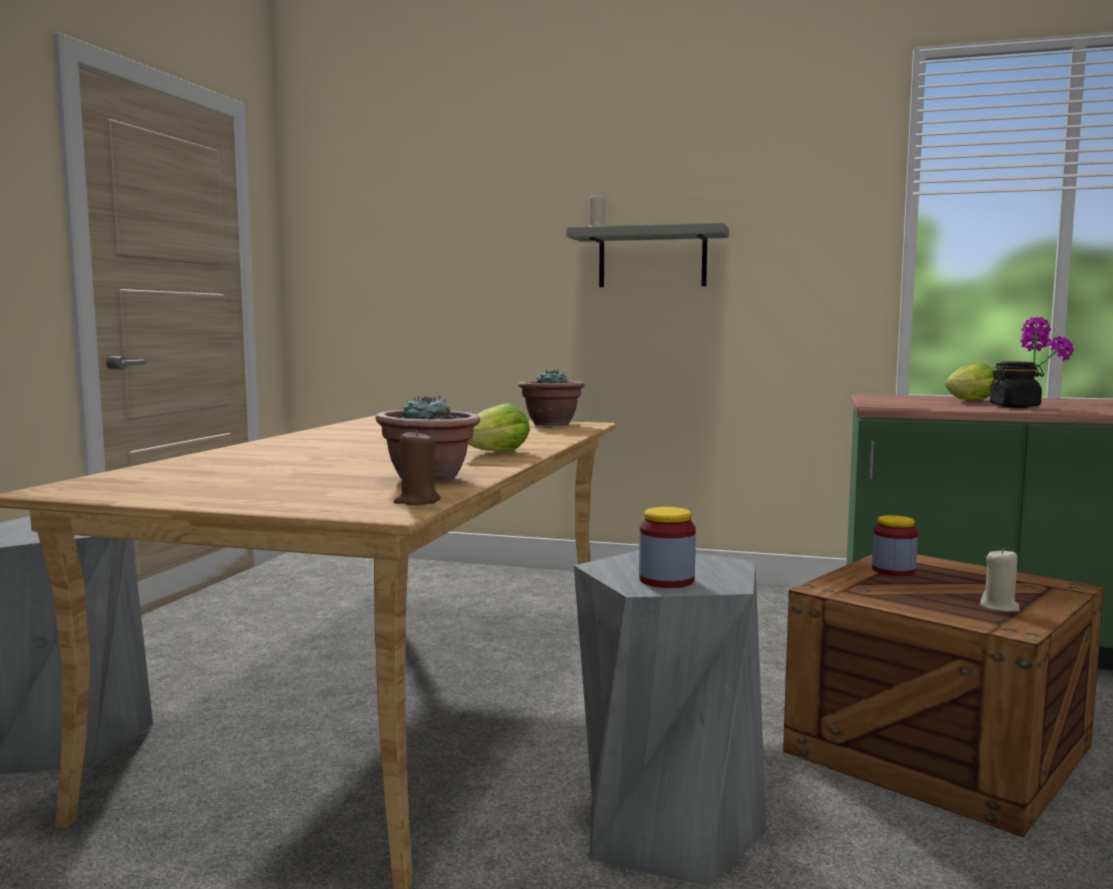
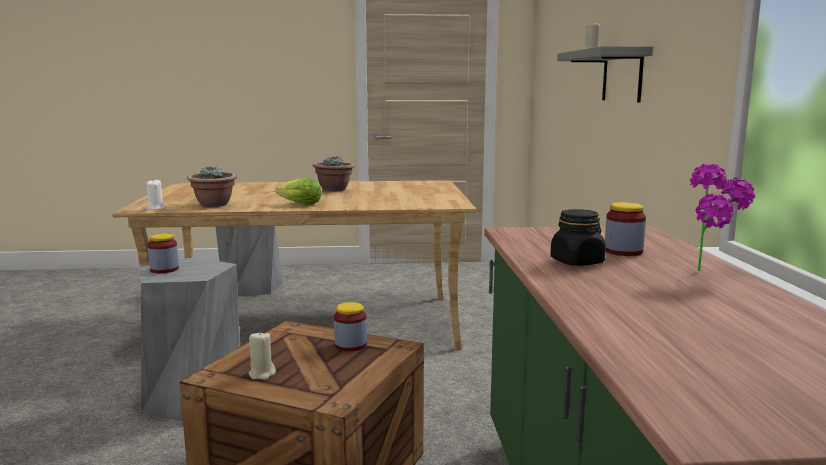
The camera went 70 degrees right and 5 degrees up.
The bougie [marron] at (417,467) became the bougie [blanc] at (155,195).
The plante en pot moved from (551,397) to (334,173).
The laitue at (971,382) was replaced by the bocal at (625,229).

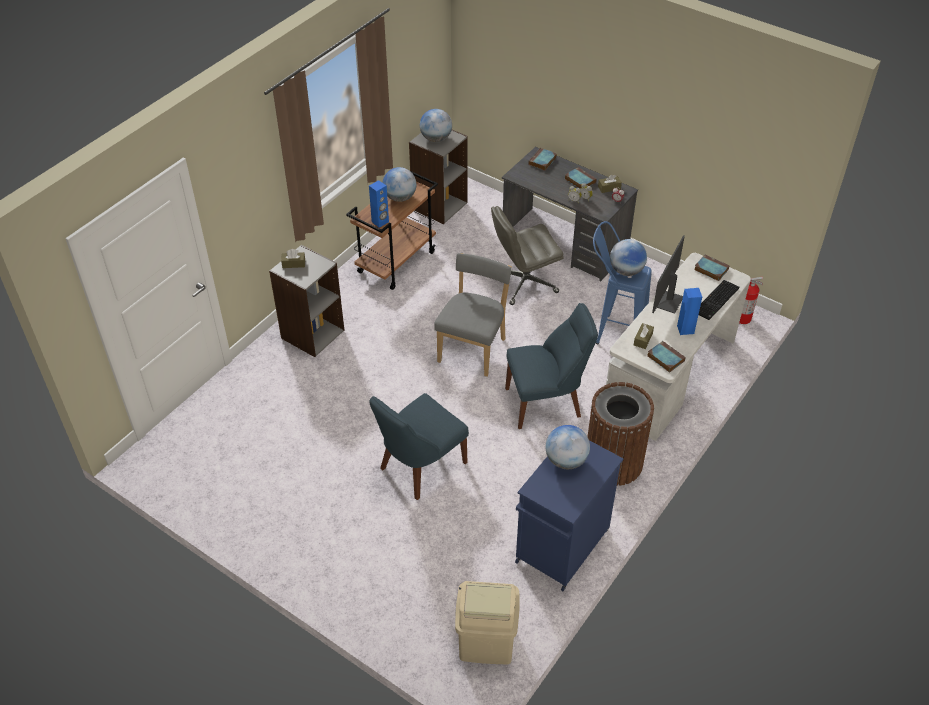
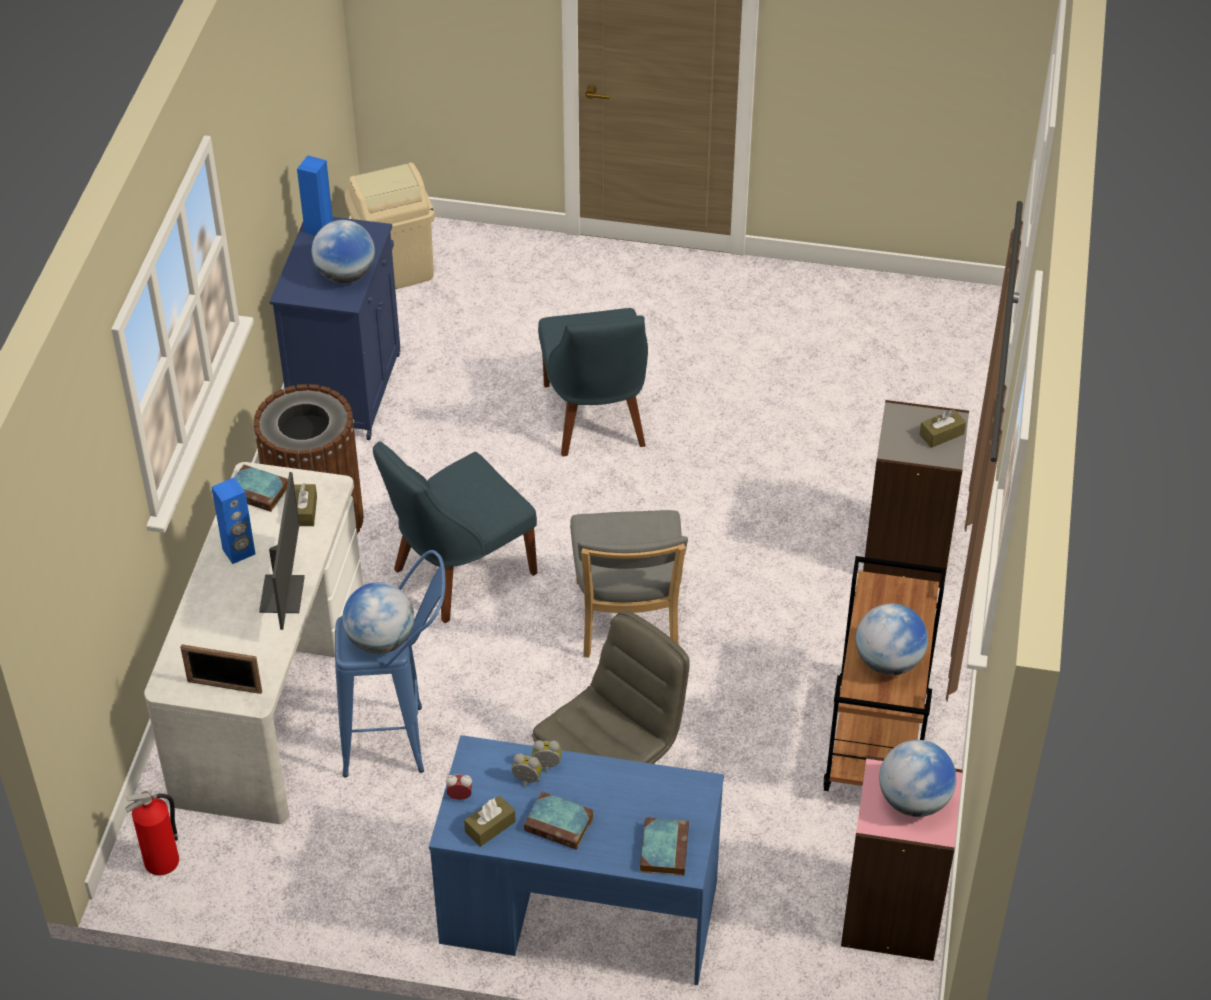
The camera went 155 degrees right and 0 degrees up.
The livre at (712,268) was replaced by the cadre photo at (221,669).
The enceinte [bleu] moved from (379,204) to (315,195).
The bureau [gris] at (570,214) became the bureau [bleu] at (576,860).
The chaise [bleu] at (419,446) turned 150 degrees clockwise.
The bibliothèque [gris] at (438,177) became the bibliothèque [rose] at (902,858).
The clavier at (719,300) disappeared.

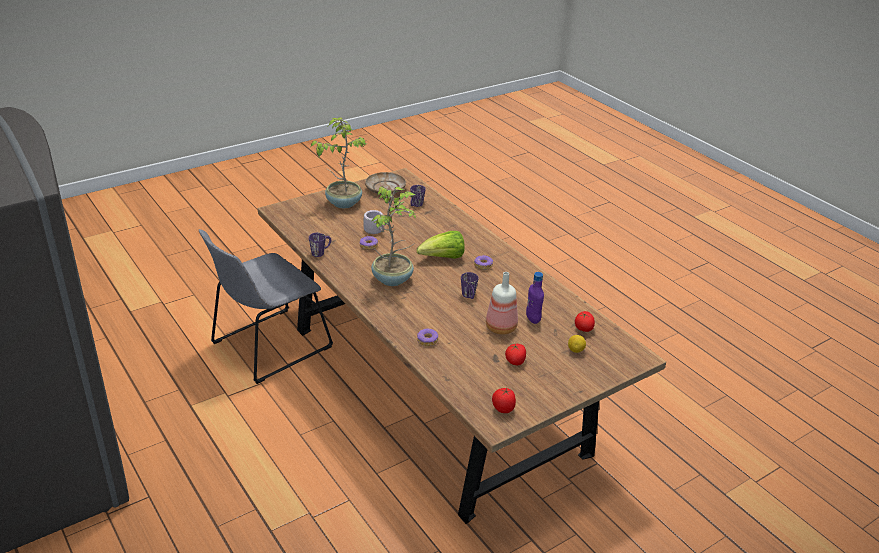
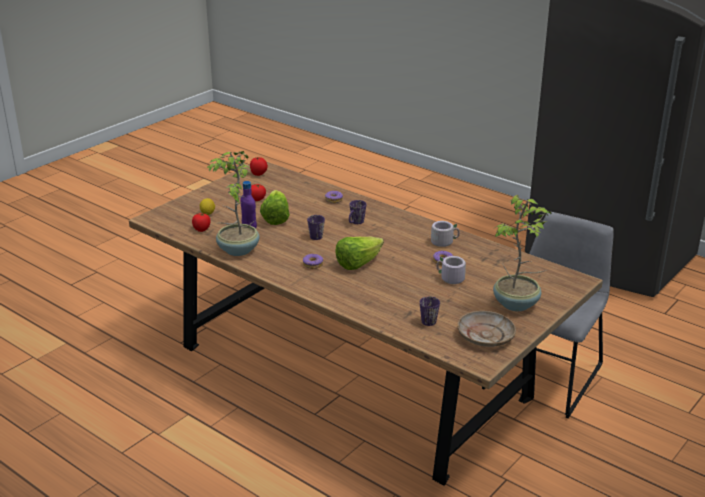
The camera went 165 degrees right and 5 degrees down.
The plante en pot moved from (393,236) to (233,203).
The bouteille at (502,303) was replaced by the laitue at (275,207).
The mug [violet] moved from (320,245) to (357,212).
The mug [gris] at (445,234) appeared.

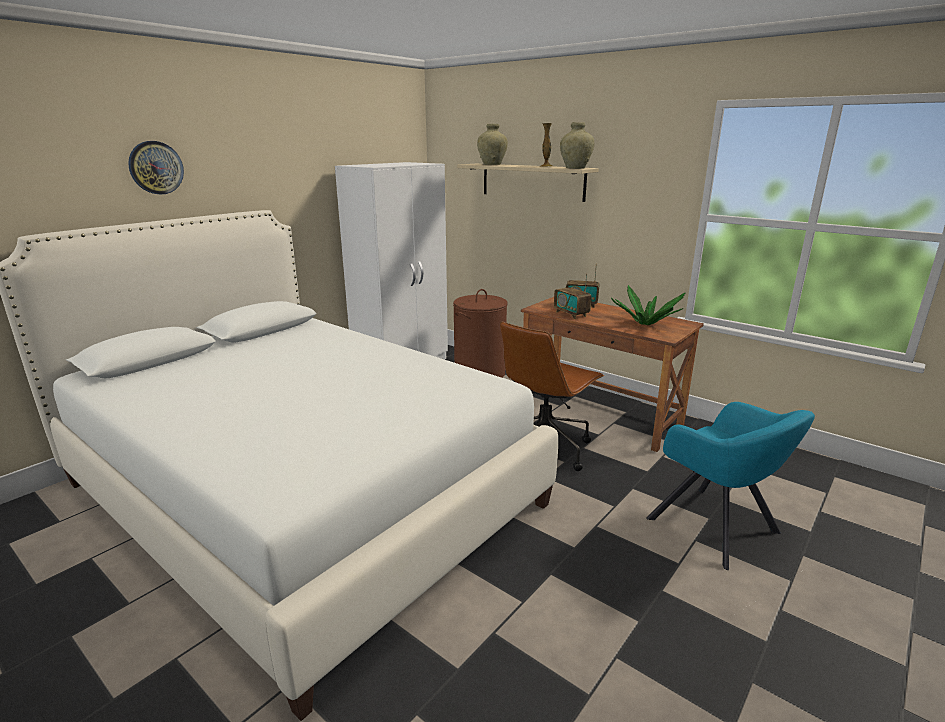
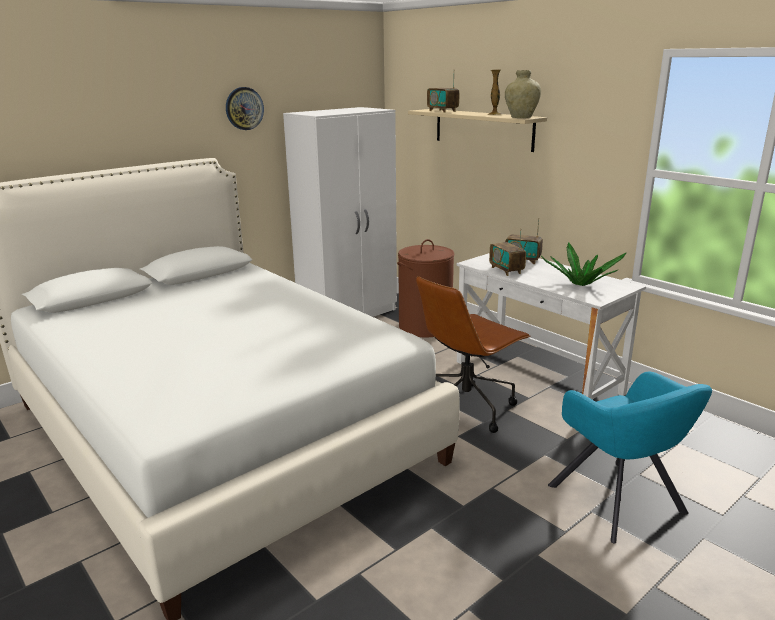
The camera went 10 degrees right and 0 degrees up.
The horloge murale moved from (156,168) to (245,108).
The vase [beige] at (492,144) was replaced by the radio at (443,96).
The bureau [marron] at (612,374) became the bureau [blanc] at (551,326).

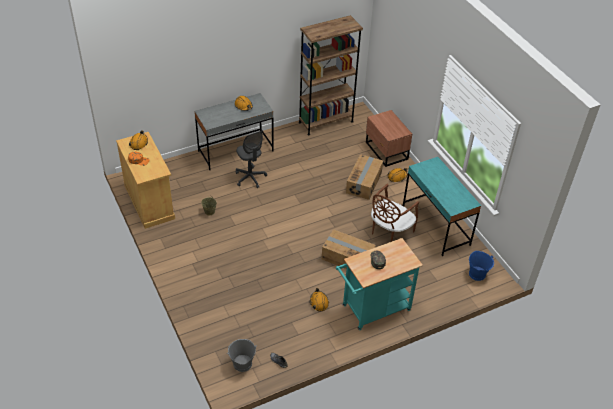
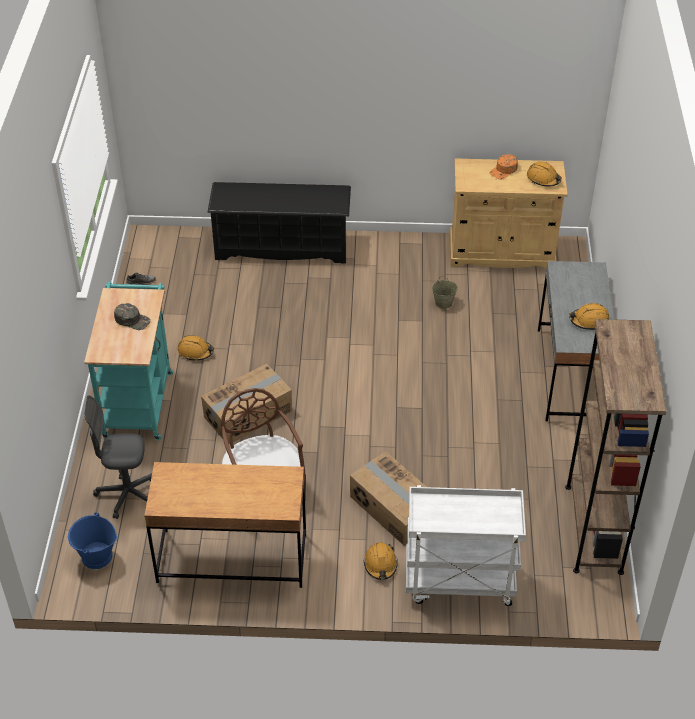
The camera went 120 degrees right and 0 degrees up.
The chaise de bureau [gris] moved from (251,159) to (118,457).
The bureau [turquoise] at (442,206) became the bureau [marron] at (225,525).
The étagère à chaussures [noir] at (279,223) appeared.
The table de chevet [marron] at (389,138) was replaced by the chariot [blanc] at (466,545).
The seau [gris] at (242,355) disappeared.

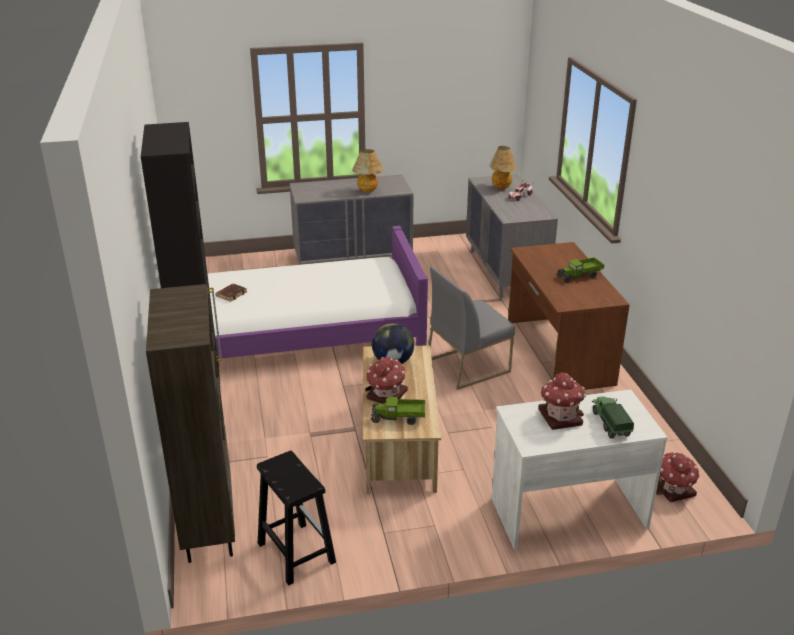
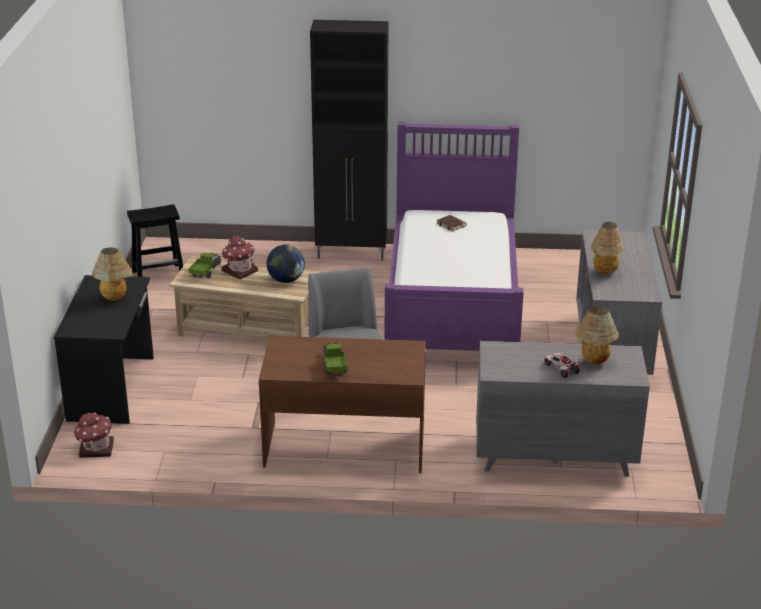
The camera went 105 degrees right and 0 degrees up.
The bureau [blanc] at (579,469) became the bureau [noir] at (104,349).
The maison miniature at (562,401) was replaced by the lampe de table at (112,274).
The bibliothèque [marron] at (190,423) disappeared.
The camion jouet at (613,417) disappeared.

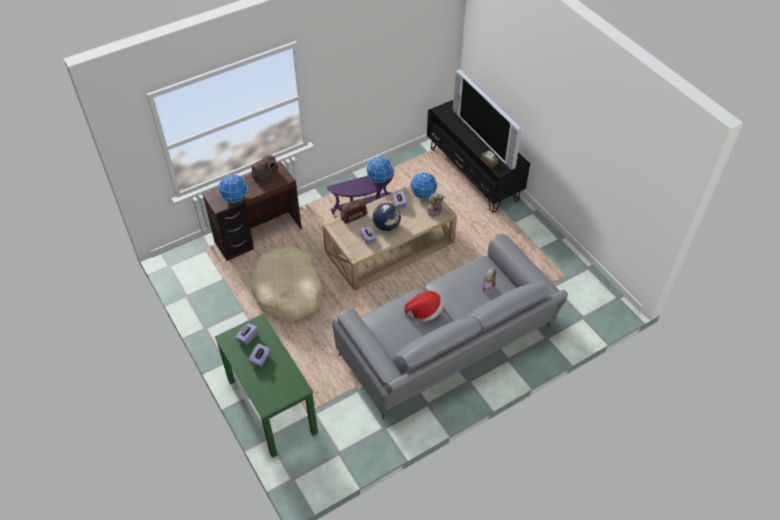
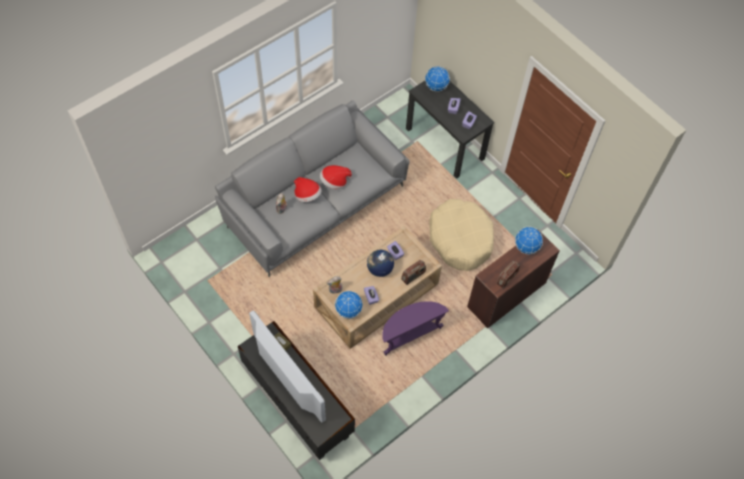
The camera went 170 degrees right and 10 degrees up.
The chapeau at (308,189) appeared.
The bureau [vert] at (266,386) became the bureau [noir] at (450,130).
The globe moved from (379,169) to (437,78).

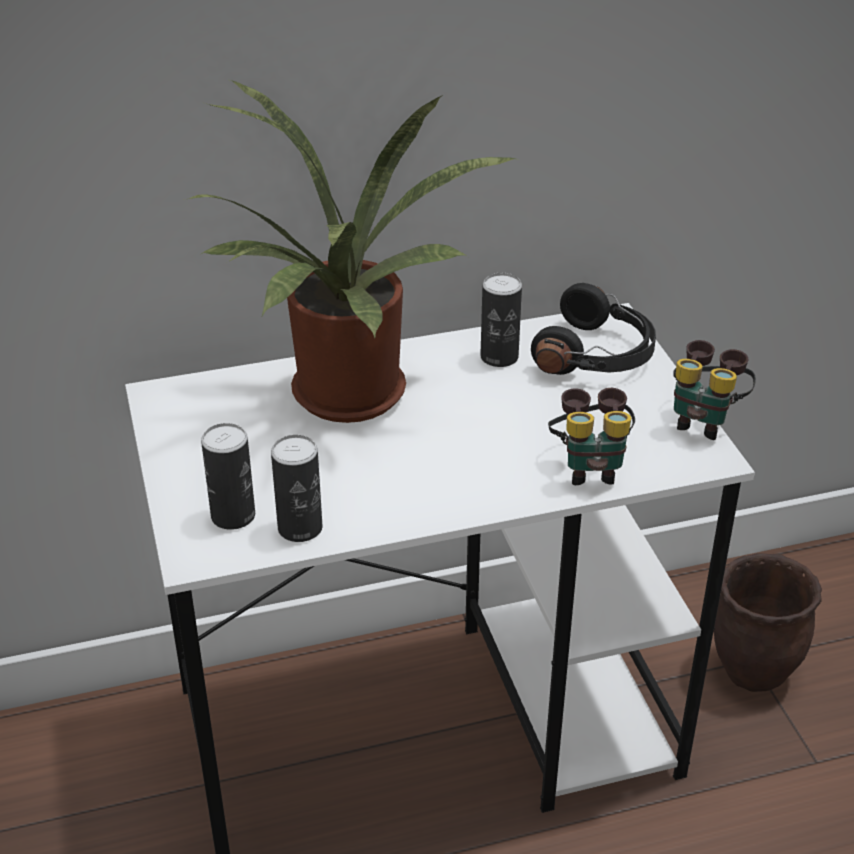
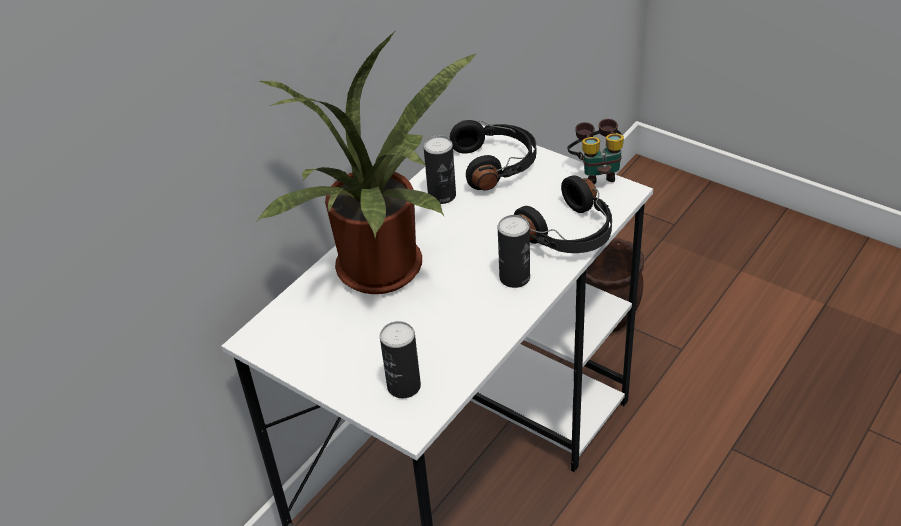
The camera went 35 degrees left and 5 degrees up.
The boîte métallique moved from (297,488) to (514,251).
The jumelles at (591,436) was replaced by the casque audio [noir] at (563,214).

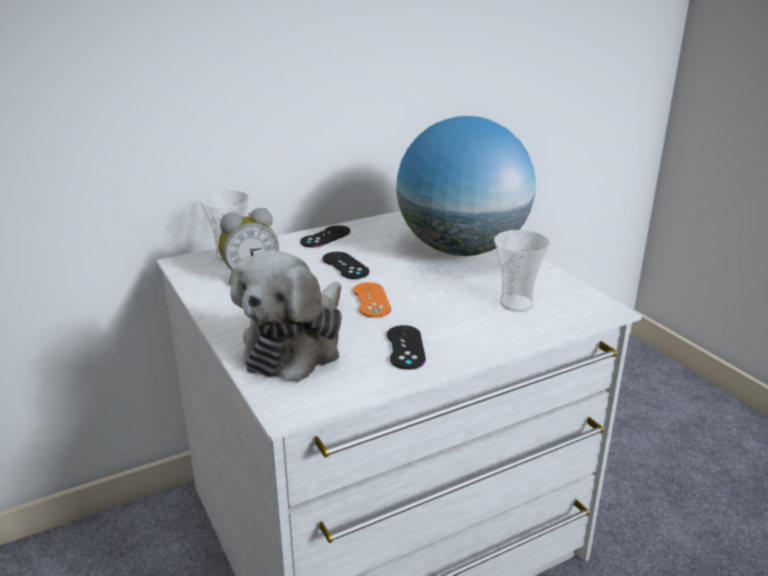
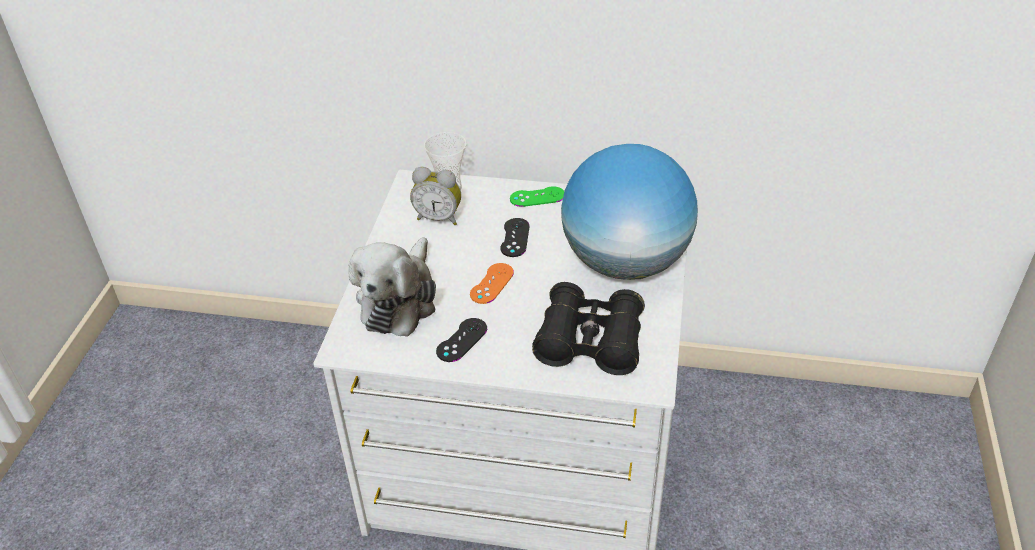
The camera went 40 degrees right and 15 degrees up.
The peluche at (286,316) turned 45 degrees counterclockwise.
The manette [noir] at (325,236) became the manette [vert] at (537,196).
The tasse at (522,271) was replaced by the jumelles [noir] at (588,328).

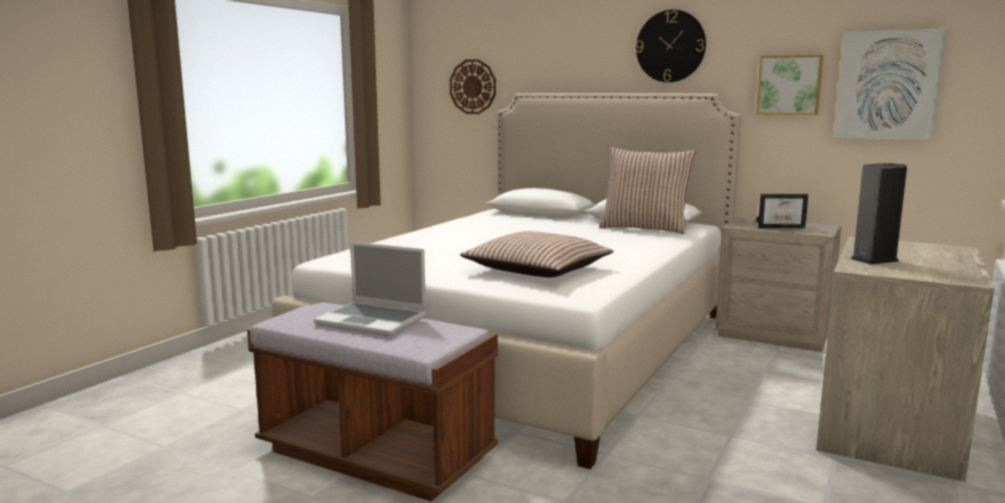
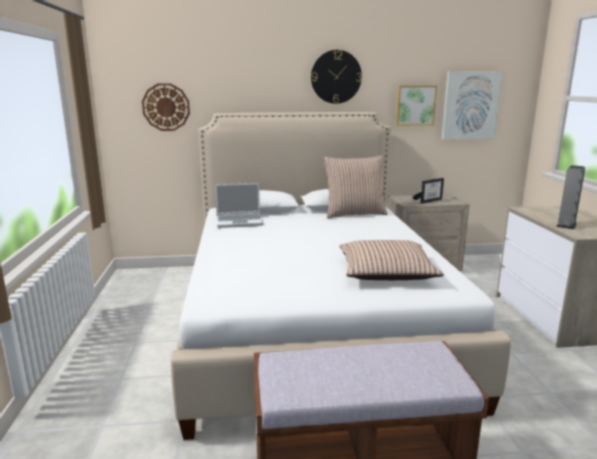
The camera went 35 degrees left and 5 degrees up.
The ordinateur portable moved from (370,289) to (239,205).

